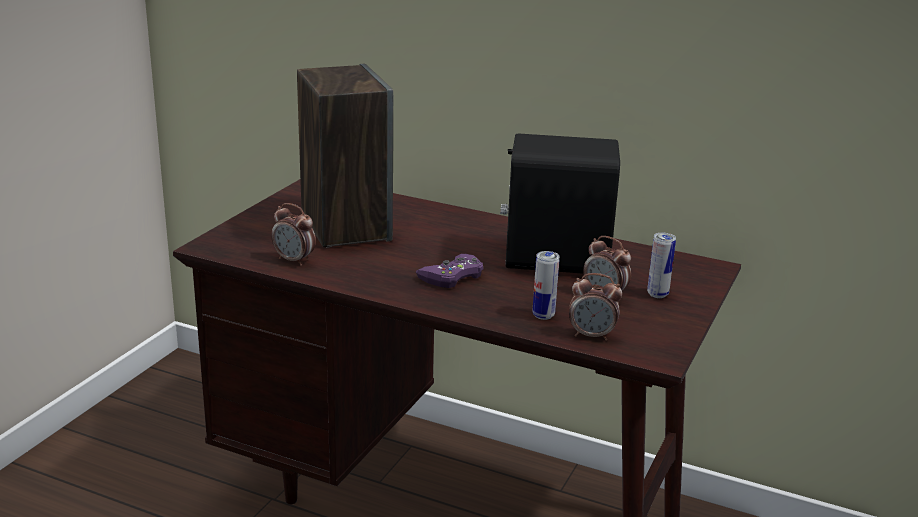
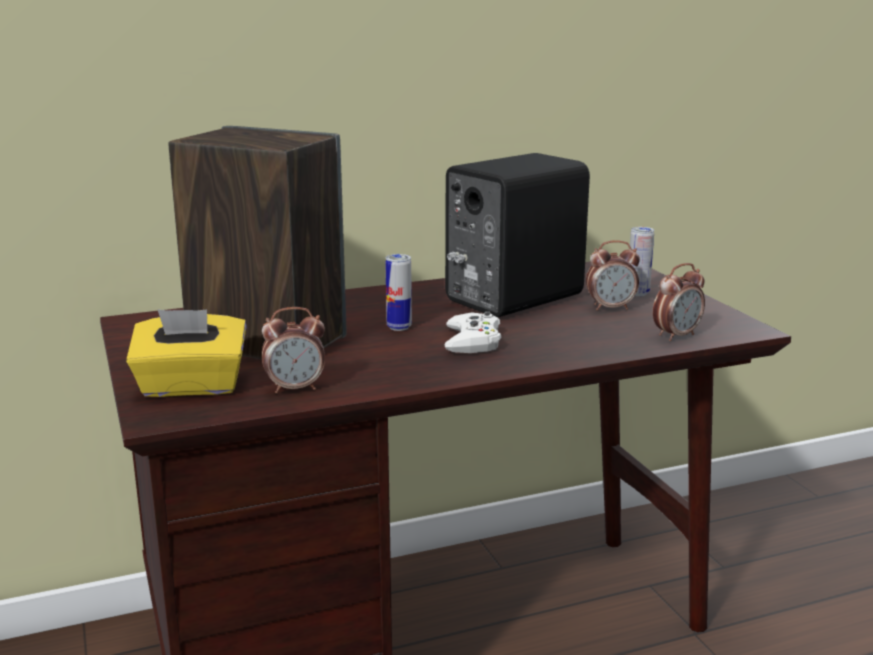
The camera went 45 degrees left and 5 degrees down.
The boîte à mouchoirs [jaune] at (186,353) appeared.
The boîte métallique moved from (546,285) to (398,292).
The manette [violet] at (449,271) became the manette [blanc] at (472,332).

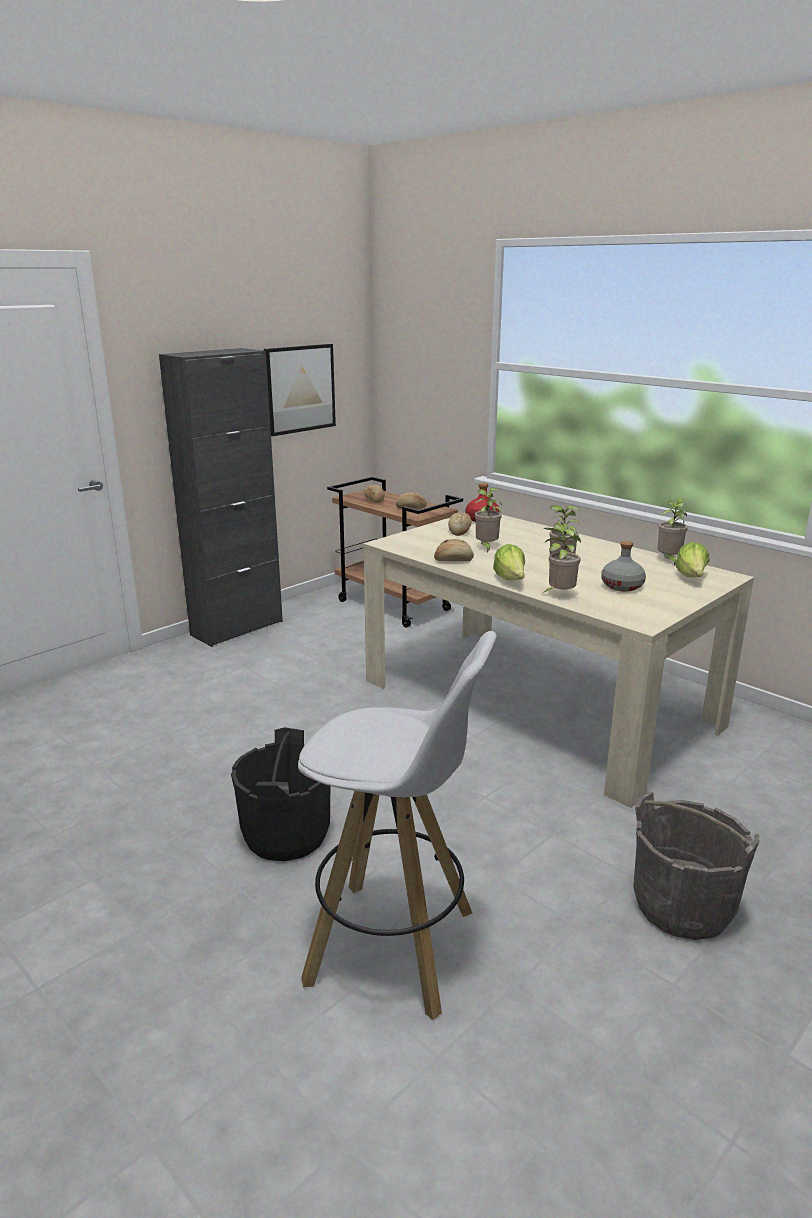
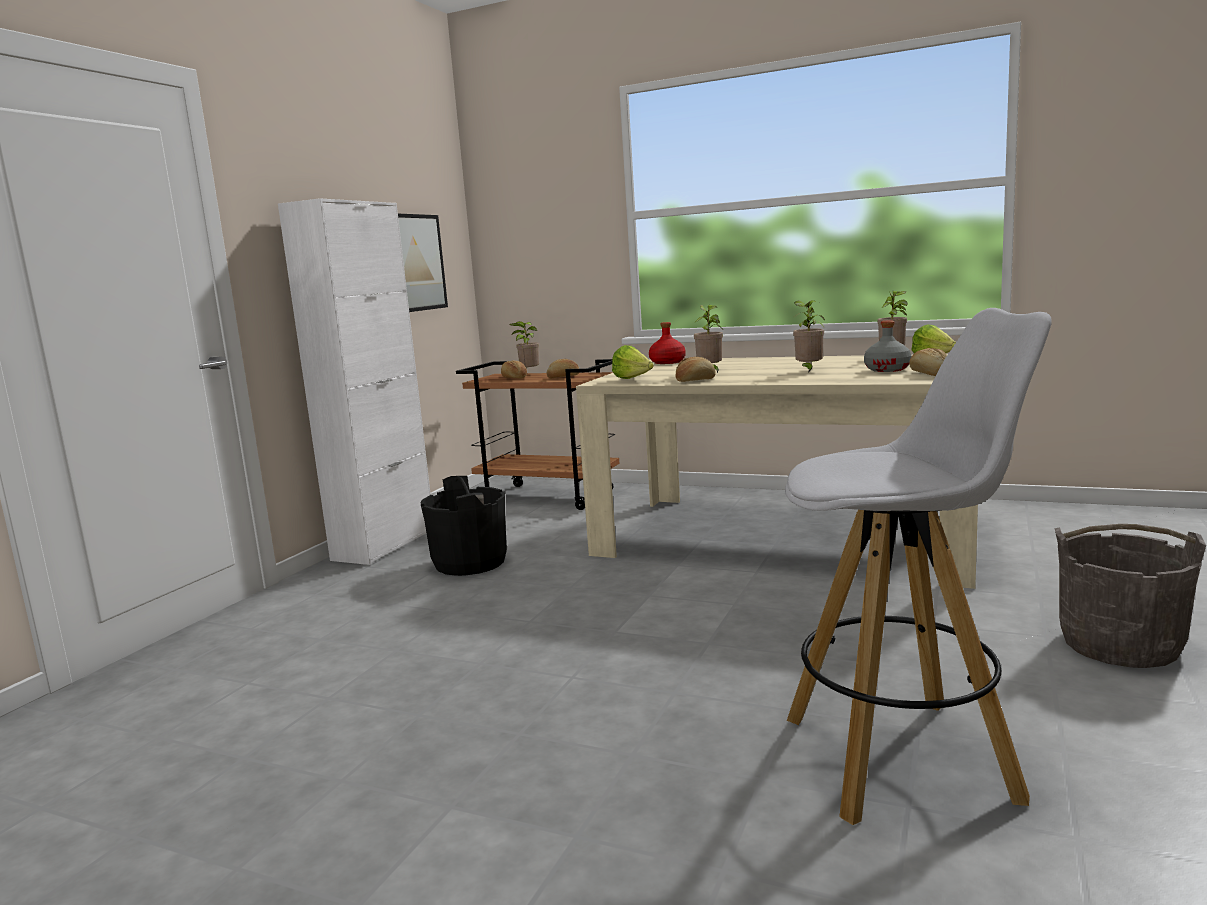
The camera went 20 degrees left and 10 degrees down.
The meuble de rangement [noir] at (221,497) became the meuble de rangement [blanc] at (354,381).
The seau [noir] moved from (280,794) to (464,526).
The plante en pot moved from (562,558) to (524,345).
The laitue moved from (509,562) to (633,362).
The pain moved from (460,524) to (928,362).

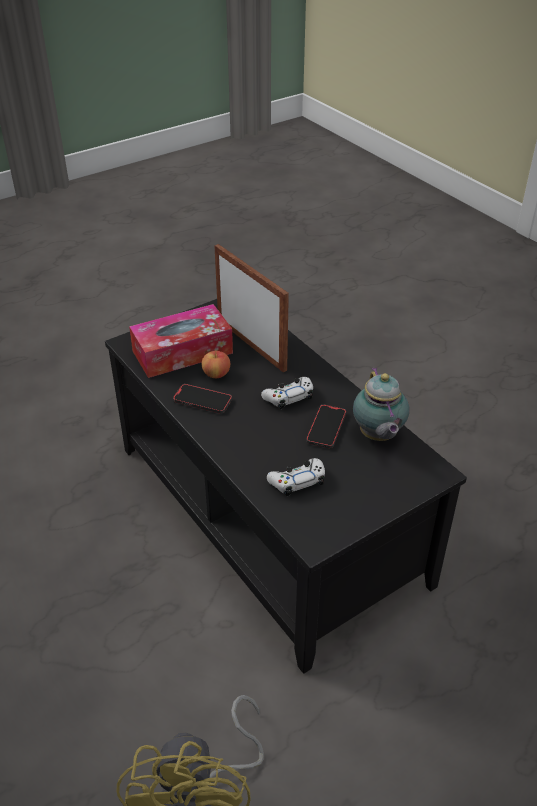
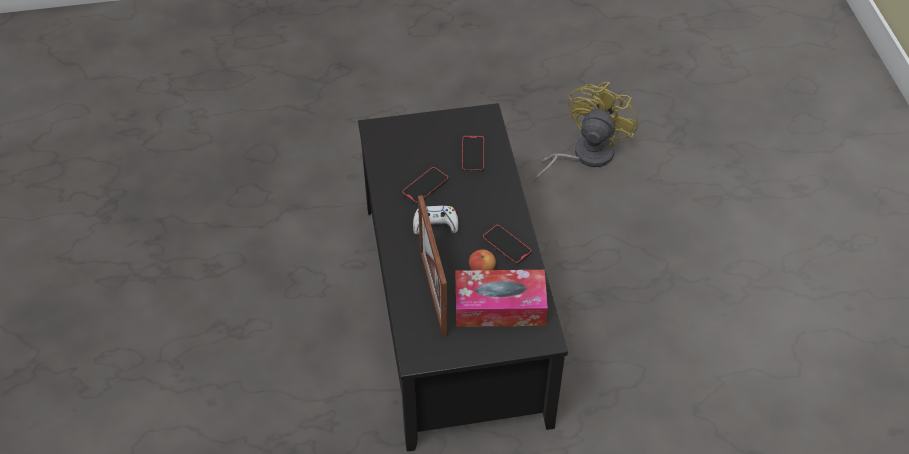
The camera went 155 degrees left and 10 degrees up.
The manette [blanc] at (296,477) was replaced by the téléphone at (473,154).
The théière at (381,404) disappeared.

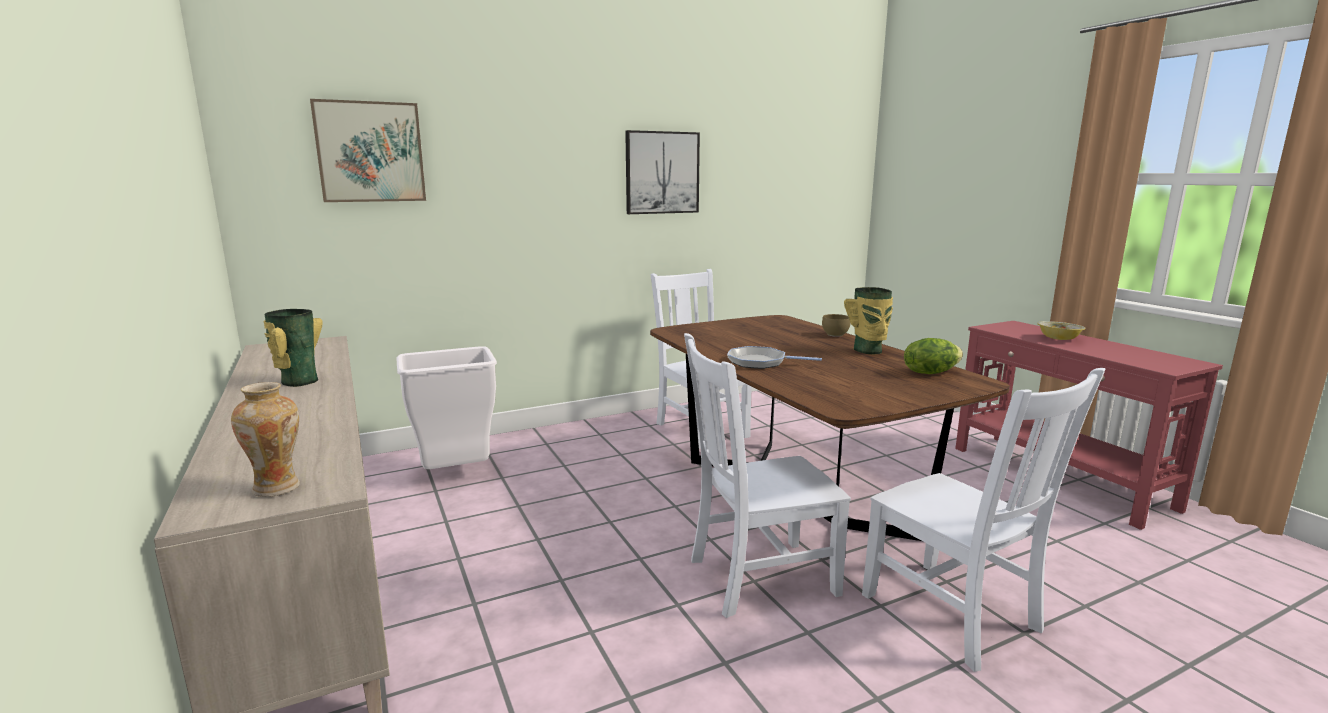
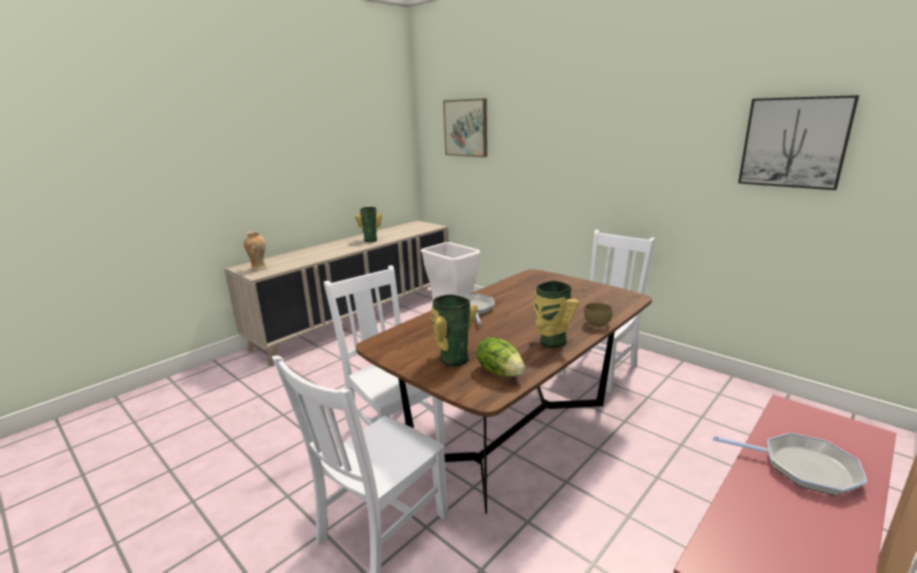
The camera went 70 degrees right and 5 degrees up.
The vase at (454,330) appeared.
The bol at (1061,330) was replaced by the poêle at (790,464).
The tableau moved from (662,172) to (798,142).

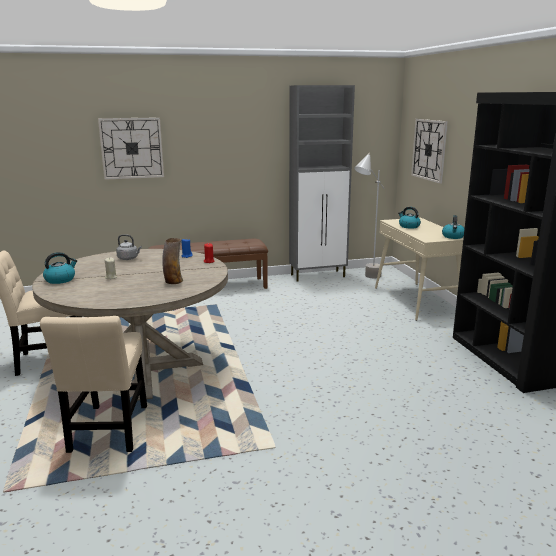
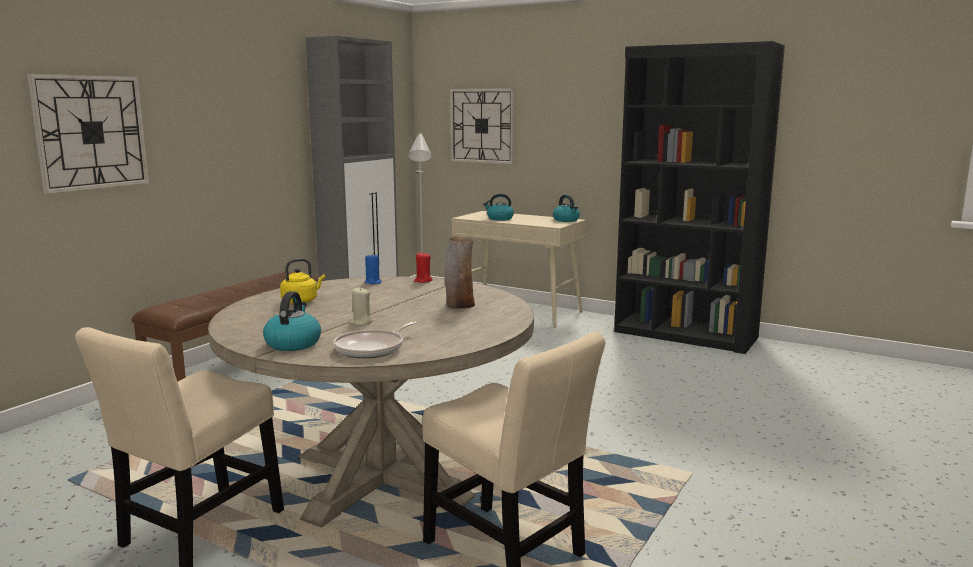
The camera went 45 degrees left and 5 degrees down.
The bouilloire [gris] at (129,247) became the bouilloire [jaune] at (302,281).
The poêle at (375,339) appeared.

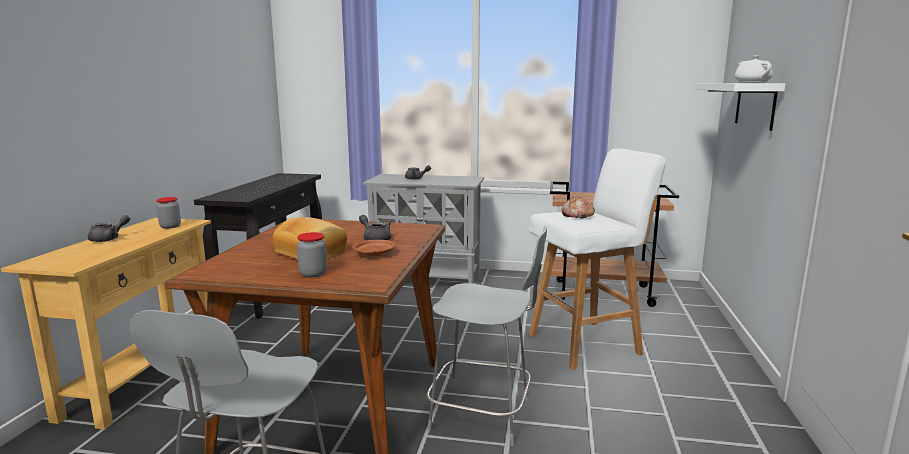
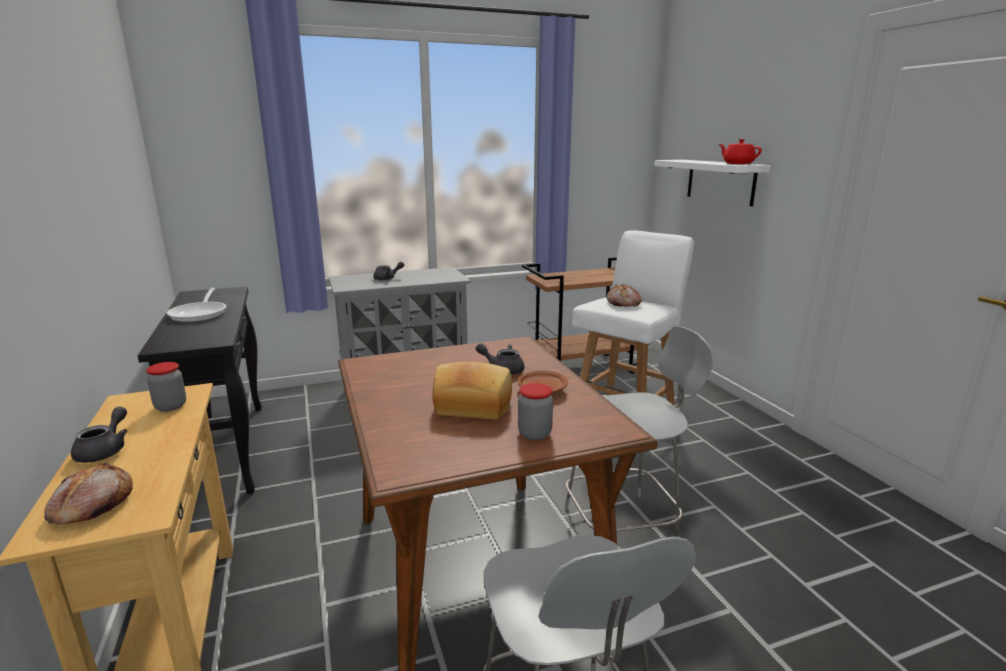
The camera went 30 degrees left and 5 degrees up.
The pain at (88,493) appeared.
The poêle at (196,305) appeared.
The théière [blanc] at (754,69) became the théière [rouge] at (740,151).

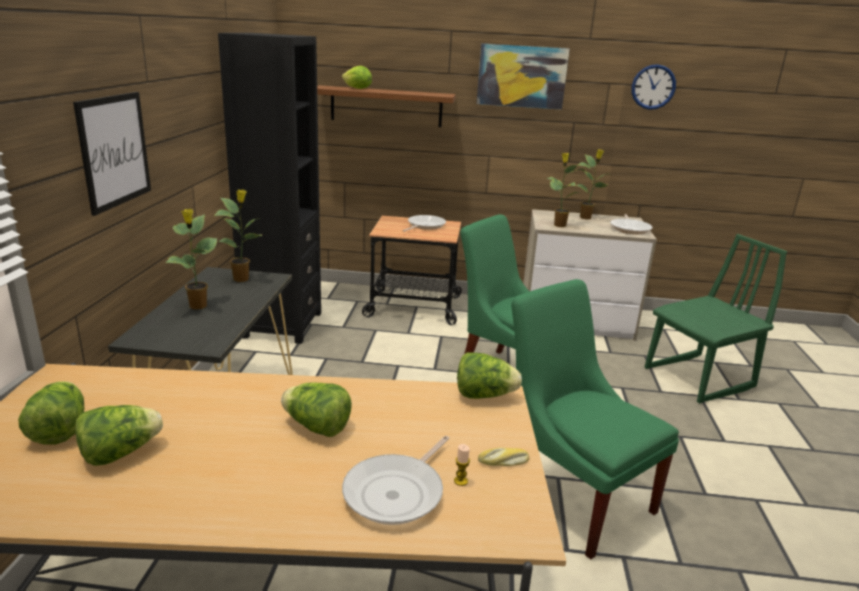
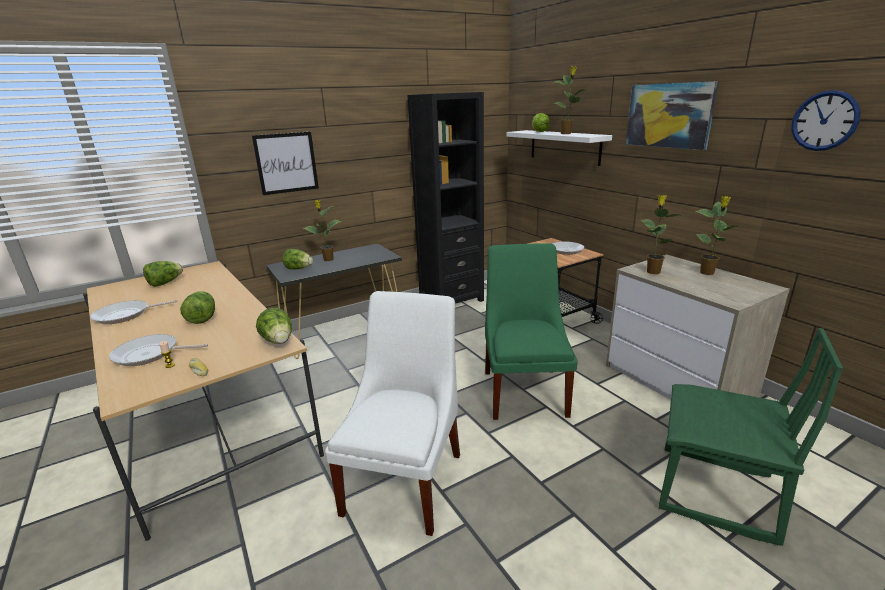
The camera went 55 degrees right and 0 degrees up.
The poêle moved from (631,224) to (134,312).
The laitue moved from (119,435) to (297,259).
The chaise [vert] at (595,419) became the chaise [blanc] at (392,413).
The étagère [marron] at (386,106) became the étagère [blanc] at (559,148).
The plante en pot moved from (238,236) to (569,100).

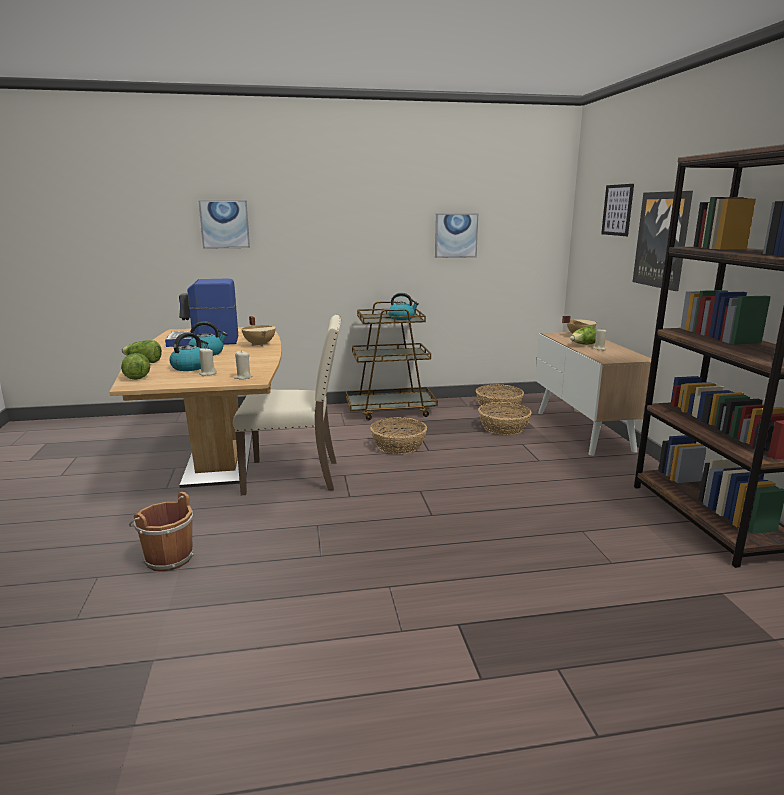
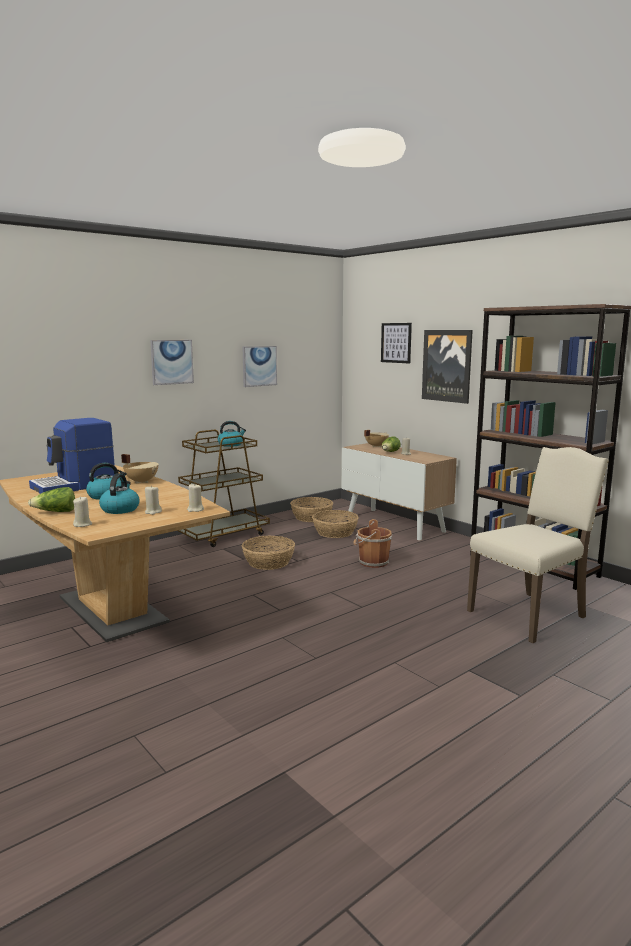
The camera went 30 degrees left and 5 degrees down.
The laitue at (135,366) was replaced by the bougie [beige] at (82,511).
The tableau moved from (224,224) to (172,362).
The seau [marron] moved from (161,531) to (372,543).
The chaise [beige] moved from (287,405) to (538,545).

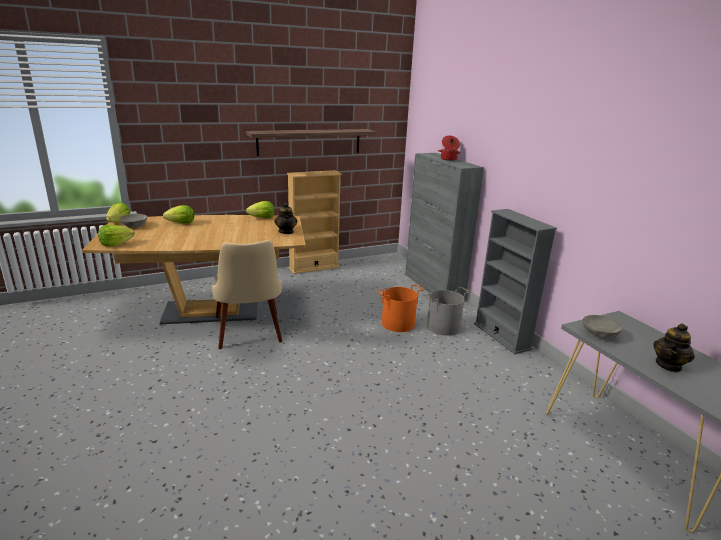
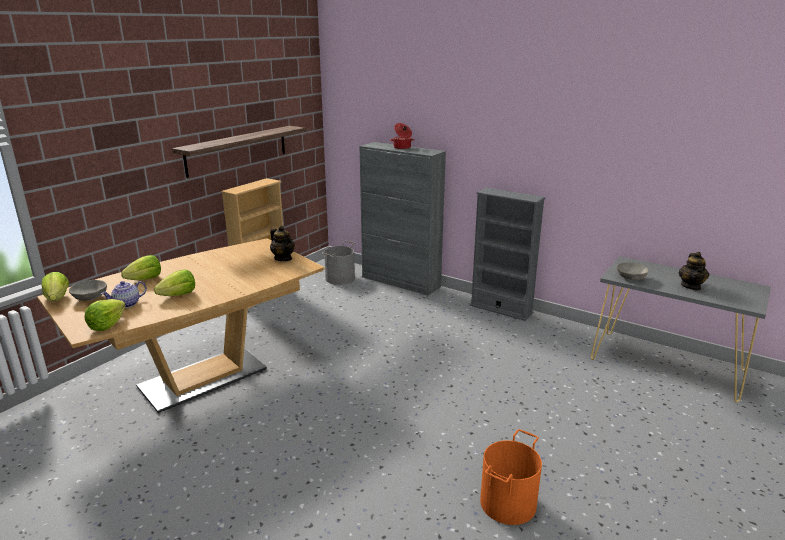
The camera went 30 degrees left and 0 degrees up.
The théière at (124,294) appeared.
The laitue moved from (260,209) to (174,283).
The seau [gris] moved from (447,311) to (338,263).
The seau [orange] moved from (400,308) to (511,477).
The chaise [beige] at (247,294) disappeared.

